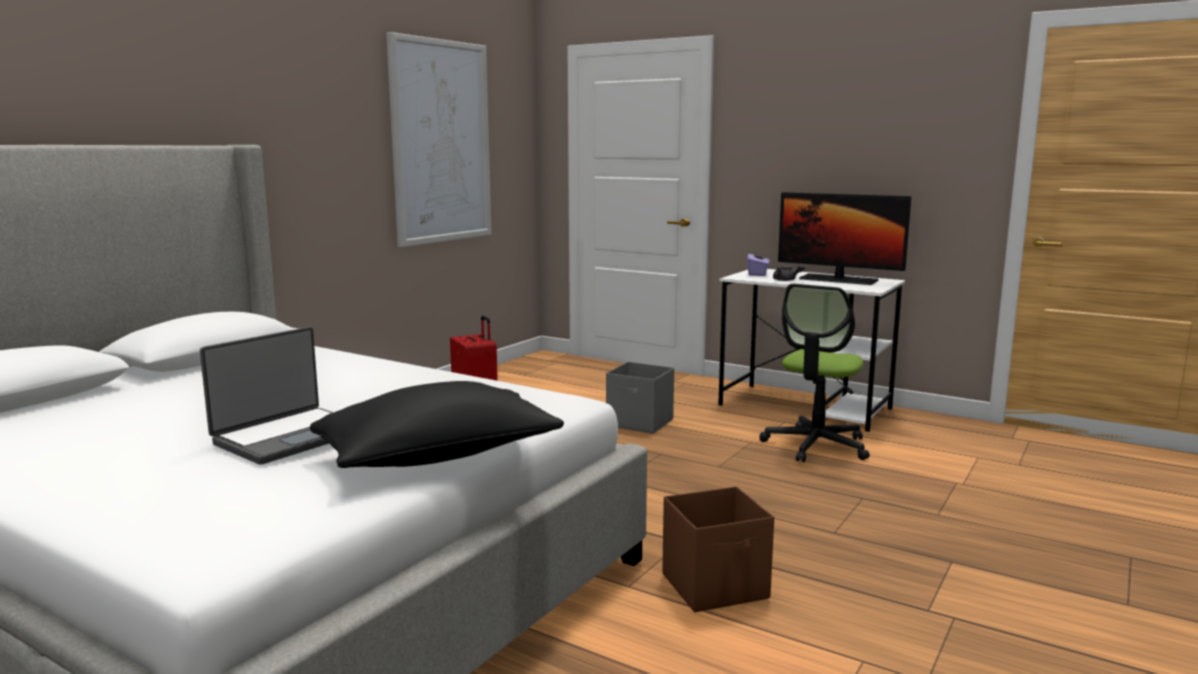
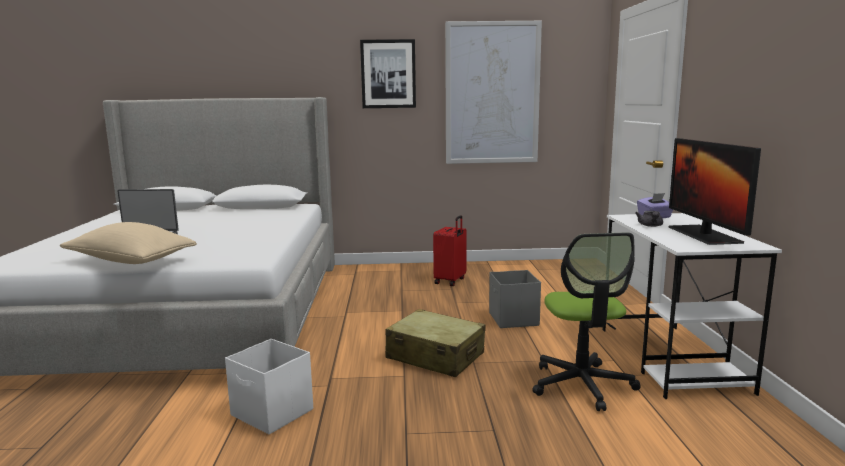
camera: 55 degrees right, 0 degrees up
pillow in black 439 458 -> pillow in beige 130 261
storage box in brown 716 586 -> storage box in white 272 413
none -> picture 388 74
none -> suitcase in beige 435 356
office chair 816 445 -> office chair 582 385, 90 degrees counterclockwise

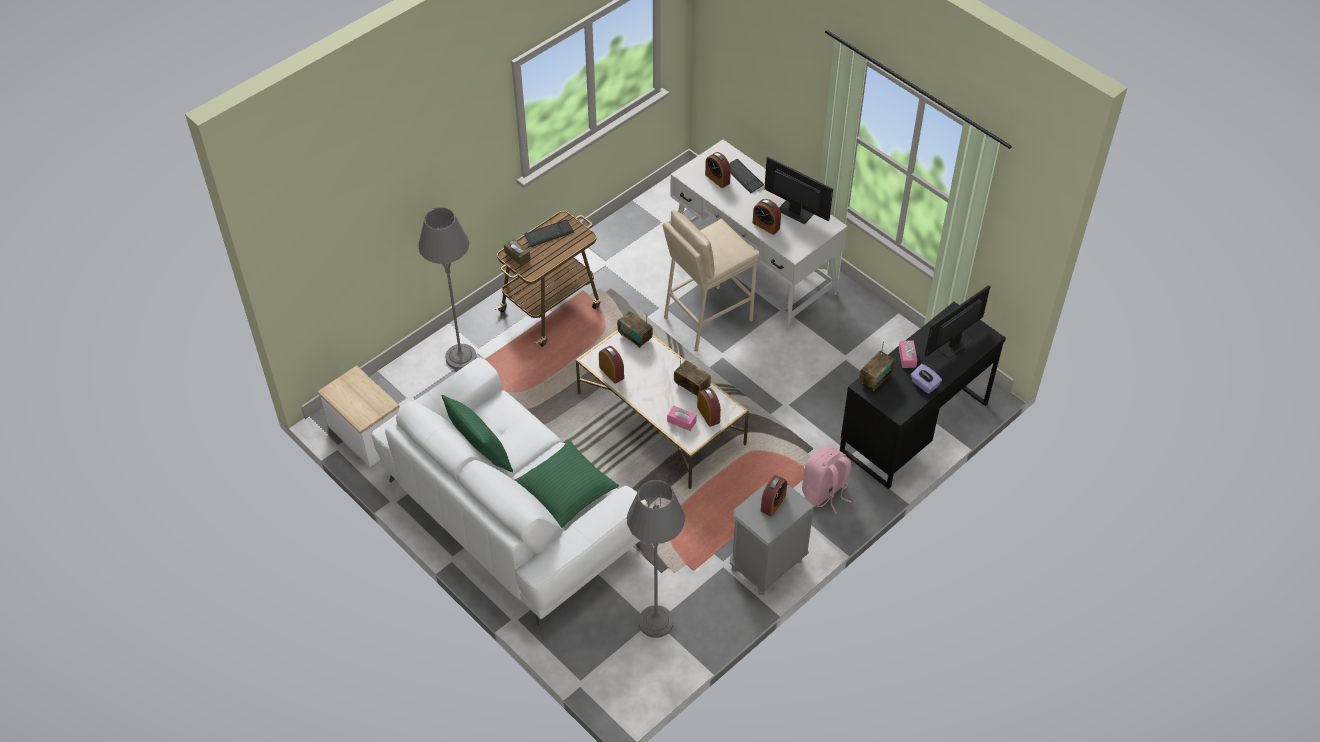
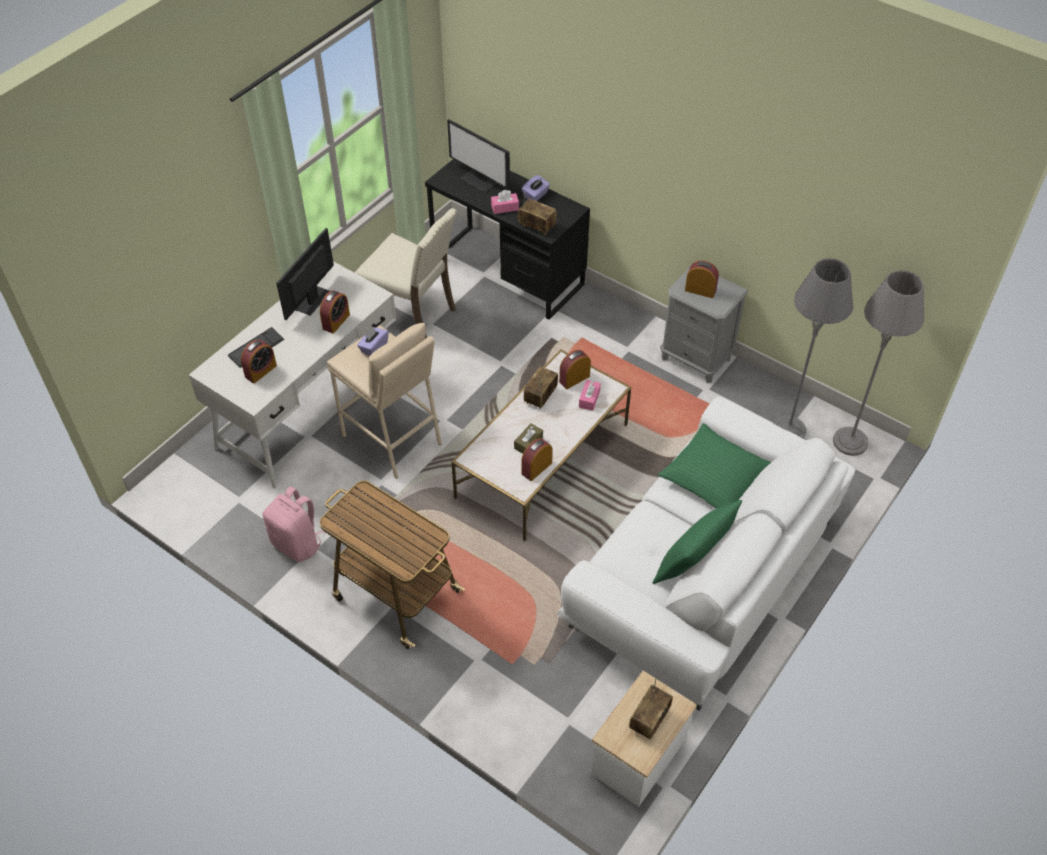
camera: 100 degrees left, 0 degrees up
backpack in pink 825 493 -> backpack in pink 298 543, moved
none -> chair in beige 412 314
none -> tissue box in purple 374 347
tissue box in brown 517 255 -> tissue box in brown 528 443, moved
radio 635 337 -> radio 649 719, moved
floor lamp in grey 460 357 -> floor lamp in grey 850 442, moved
keyboard 549 234 -> none

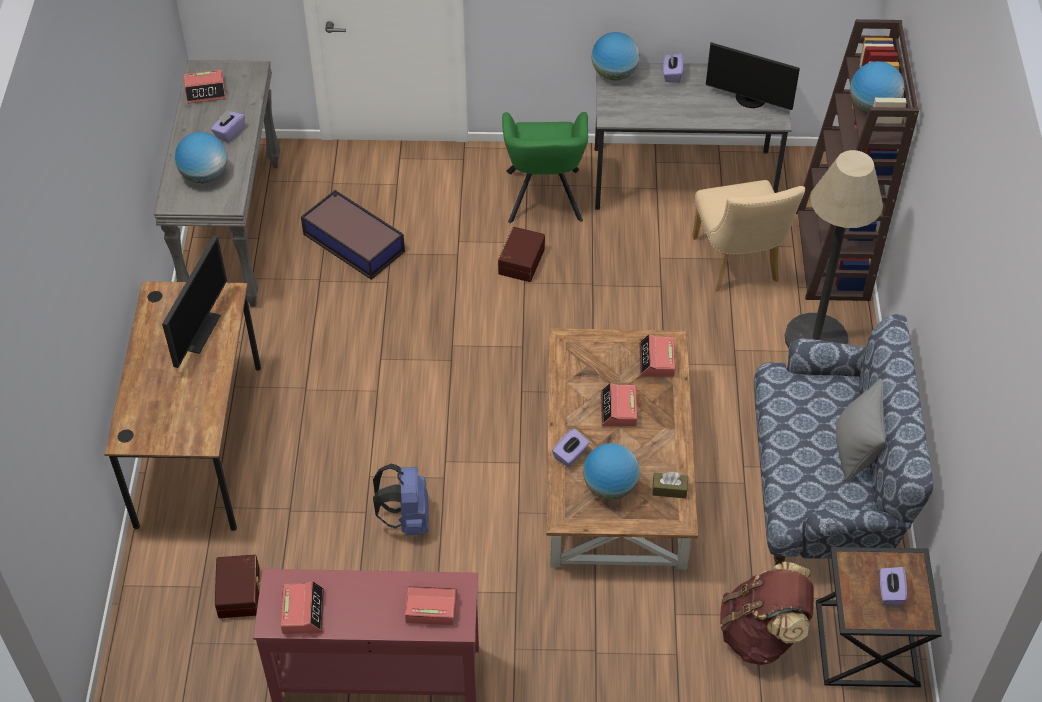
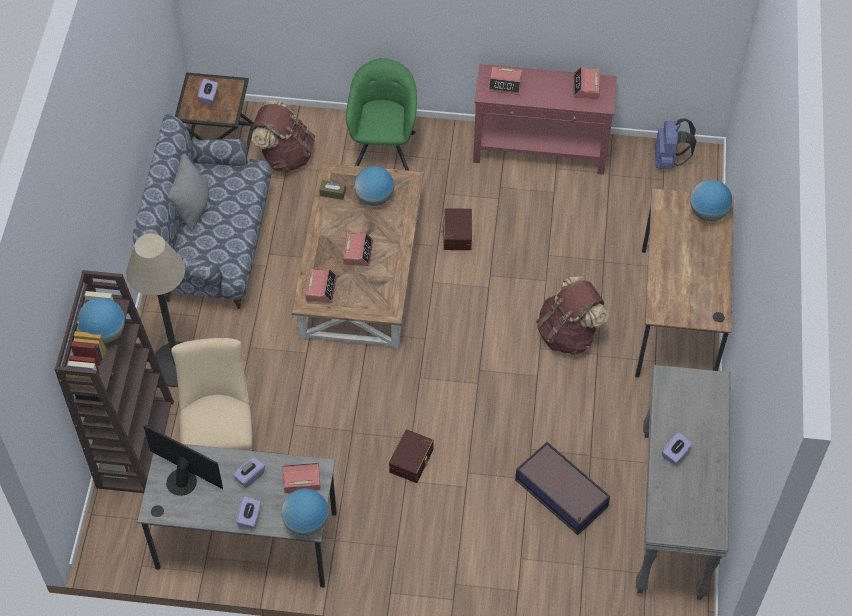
camera: 175 degrees left, 5 degrees up
tissue box in purple 570 455 -> tissue box in purple 249 476, moved
alarm clock 206 91 -> alarm clock 301 479, moved
armchair in green 544 198 -> armchair in green 383 150, moved
storage box in brown 240 592 -> storage box in brown 456 234, moved
none -> backpack in brown 568 334
backpack in blue 407 519 -> backpack in blue 669 160, moved
globe 205 175 -> globe 708 213, moved
monitor 195 330 -> none

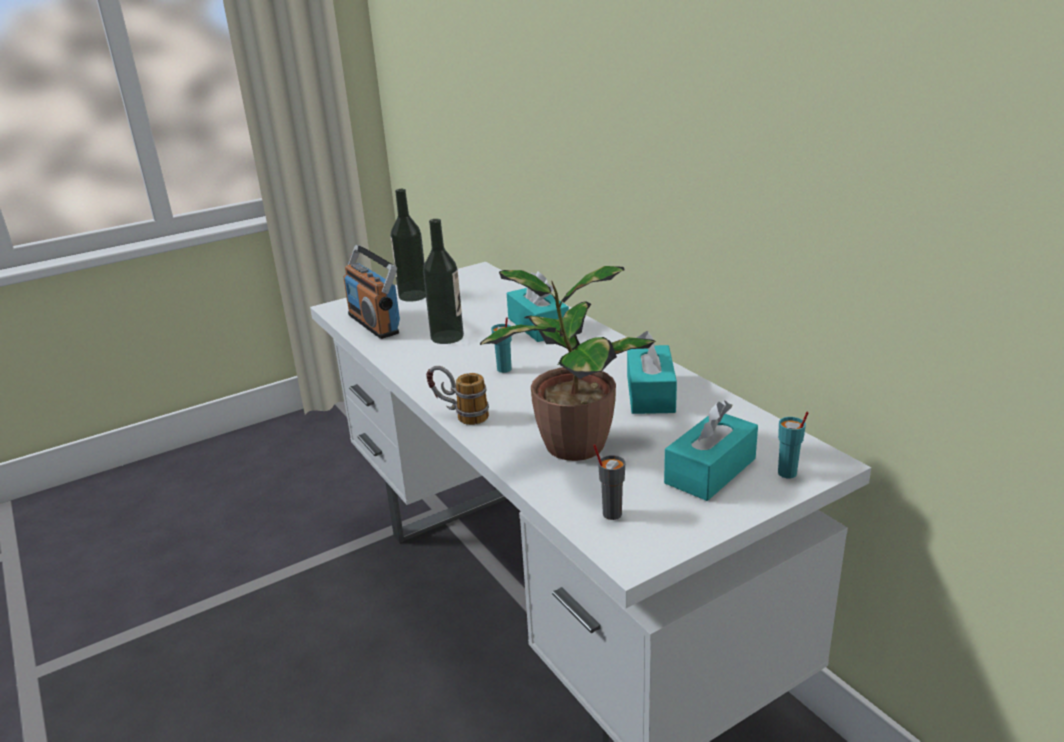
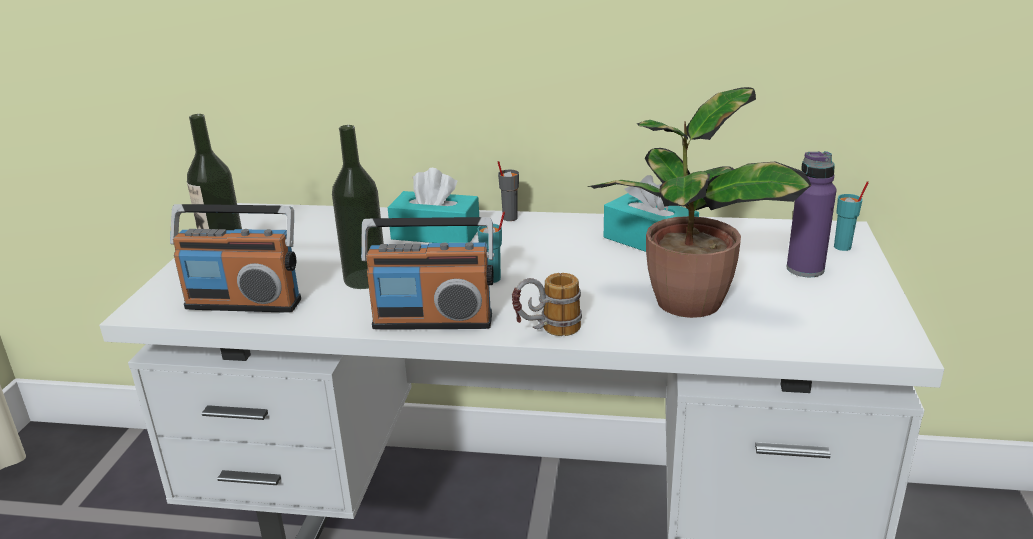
camera: 50 degrees left, 0 degrees up
none -> radio 433 320
cup in grey 611 513 -> cup in grey 509 218, moved
tissue box in turquoise 710 471 -> bottle in purple 805 269

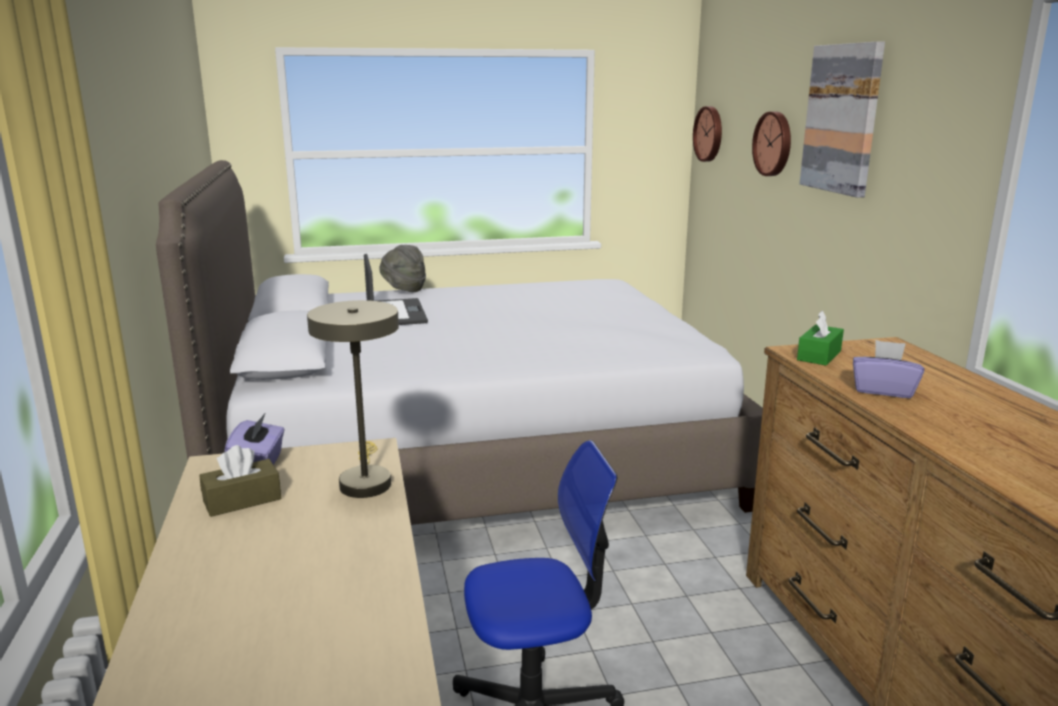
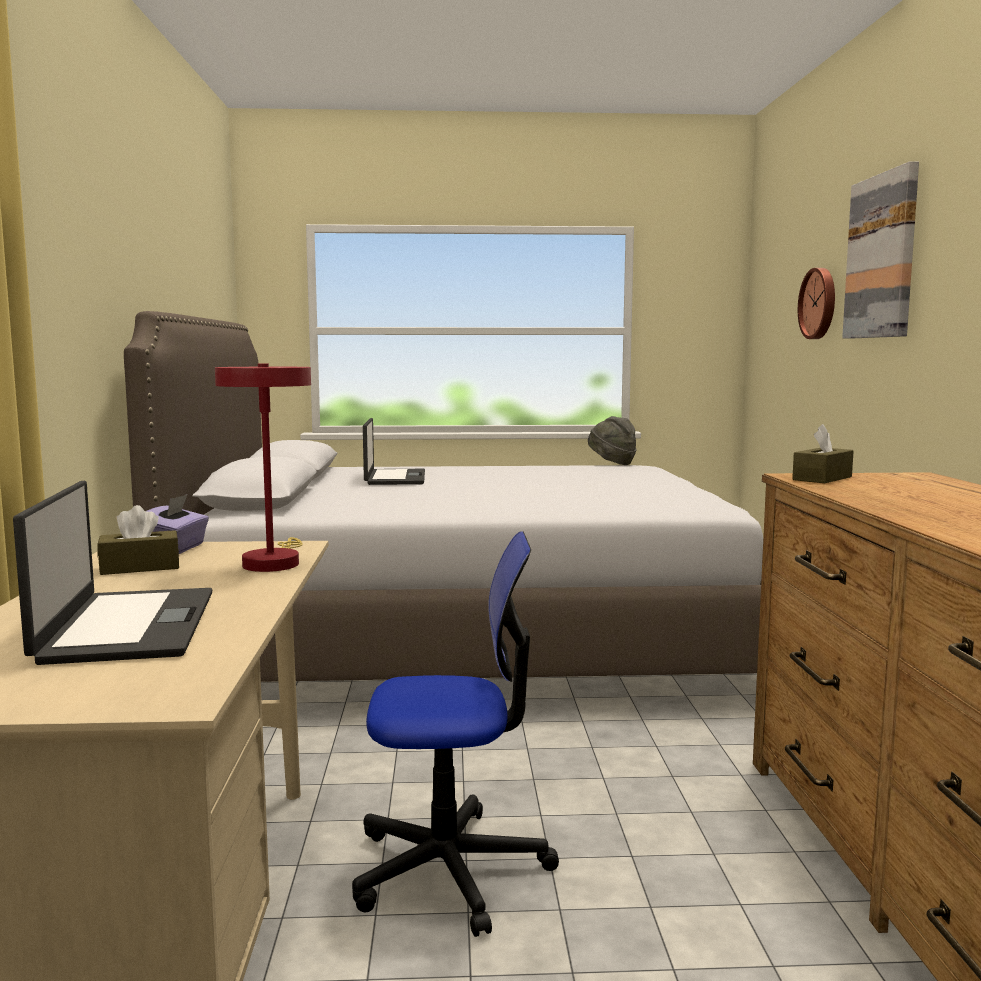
camera: 10 degrees right, 10 degrees down
none -> laptop 126 626
table lamp in beige 365 480 -> table lamp in red 273 562
hat in grey 403 289 -> hat in grey 612 463, moved
tissue box in green 819 355 -> tissue box in brown 822 478
wall clock 709 134 -> none
tissue box in purple 883 390 -> none

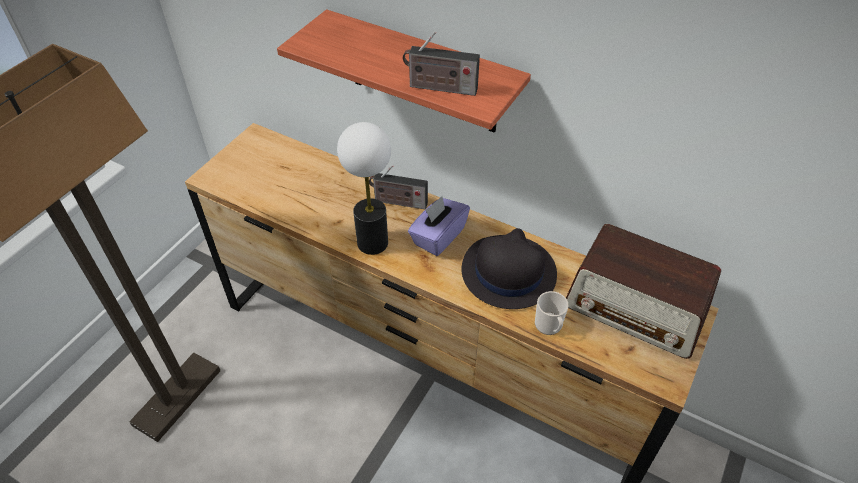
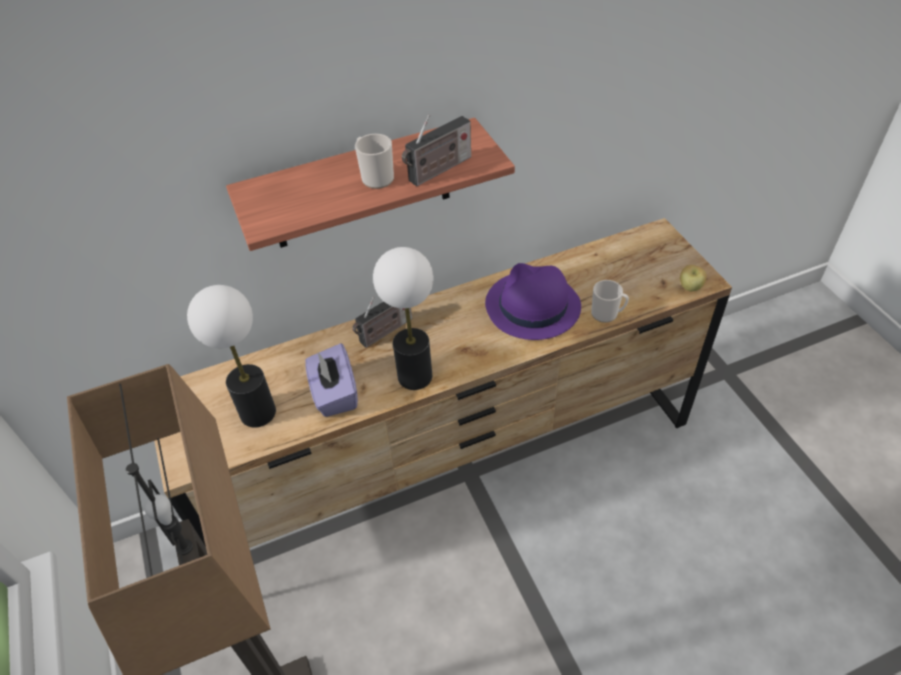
camera: 50 degrees left, 0 degrees up
none -> table lamp 258 413
tissue box in purple 438 237 -> tissue box in purple 334 394, moved
none -> mug 375 177
hat in black 507 272 -> hat in purple 532 306
none -> apple 690 288
radio 636 309 -> none

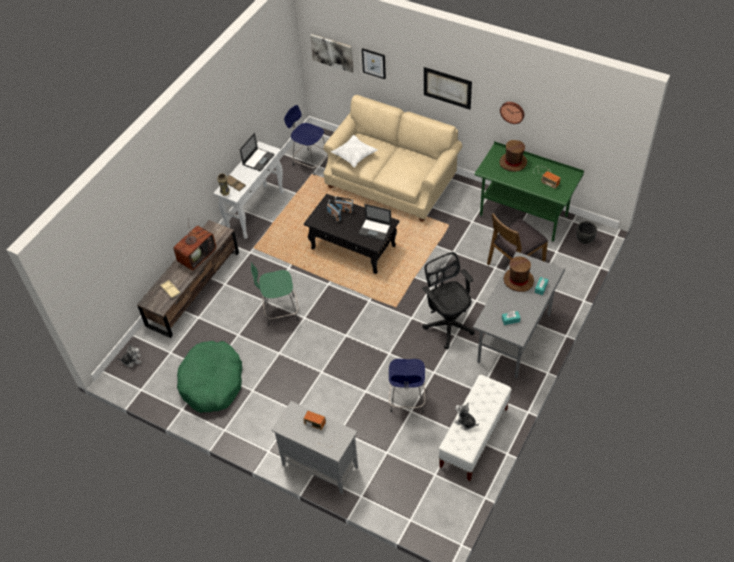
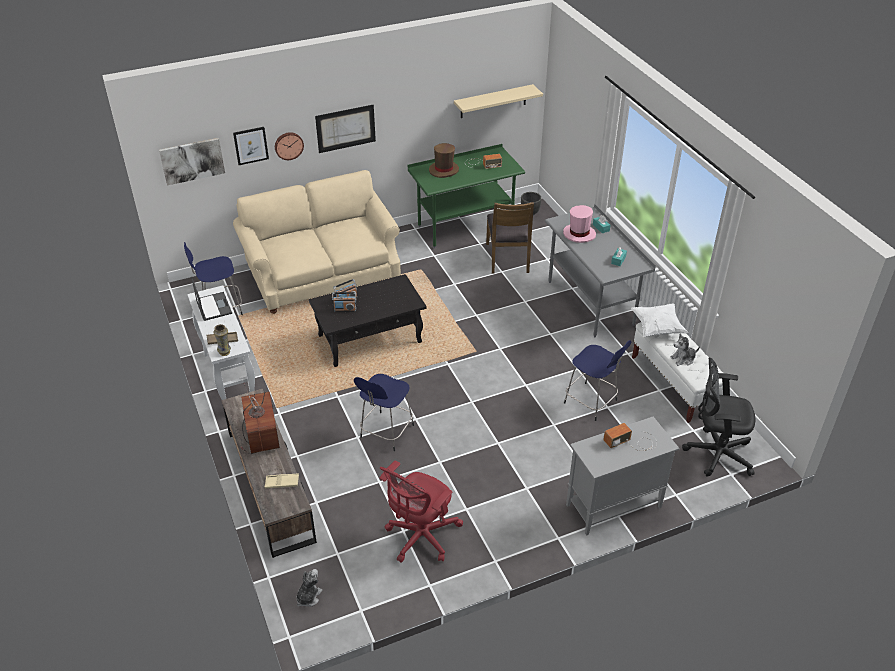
camera: 55 degrees left, 10 degrees down
wall clock 512 112 -> wall clock 288 145, moved
stool in green 279 311 -> stool in blue 386 432
dog bed in green 212 382 -> office chair in red 420 538
none -> shelf in beige 493 101
hat in brown 518 280 -> hat in pink 579 234
pillow in white 354 156 -> pillow in white 657 328, moved
office chair in black 448 324 -> office chair in black 715 453, moved
laptop 375 229 -> none

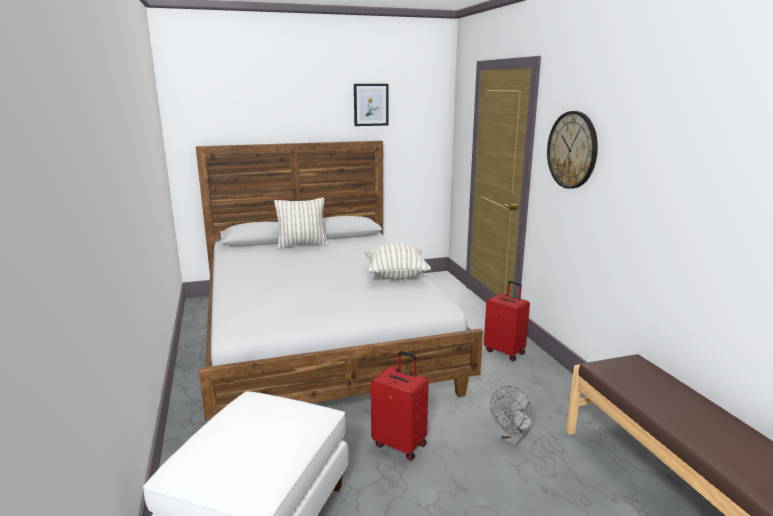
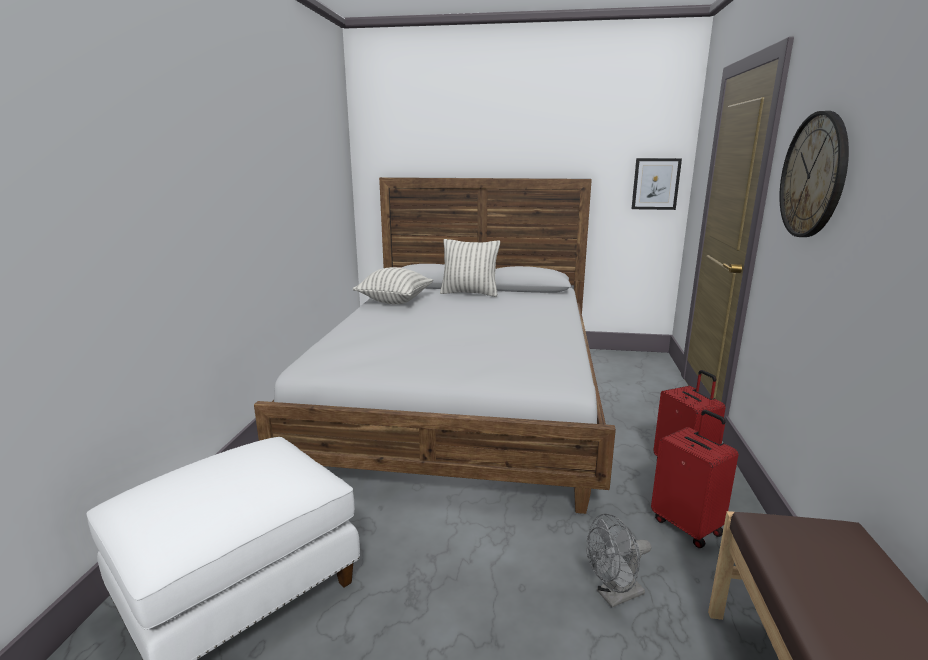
camera: 25 degrees right, 0 degrees up
pillow 396 276 -> pillow 395 301, moved
picture 371 104 -> picture 655 184, moved
suitcase in red 400 444 -> suitcase in red 687 526, moved

